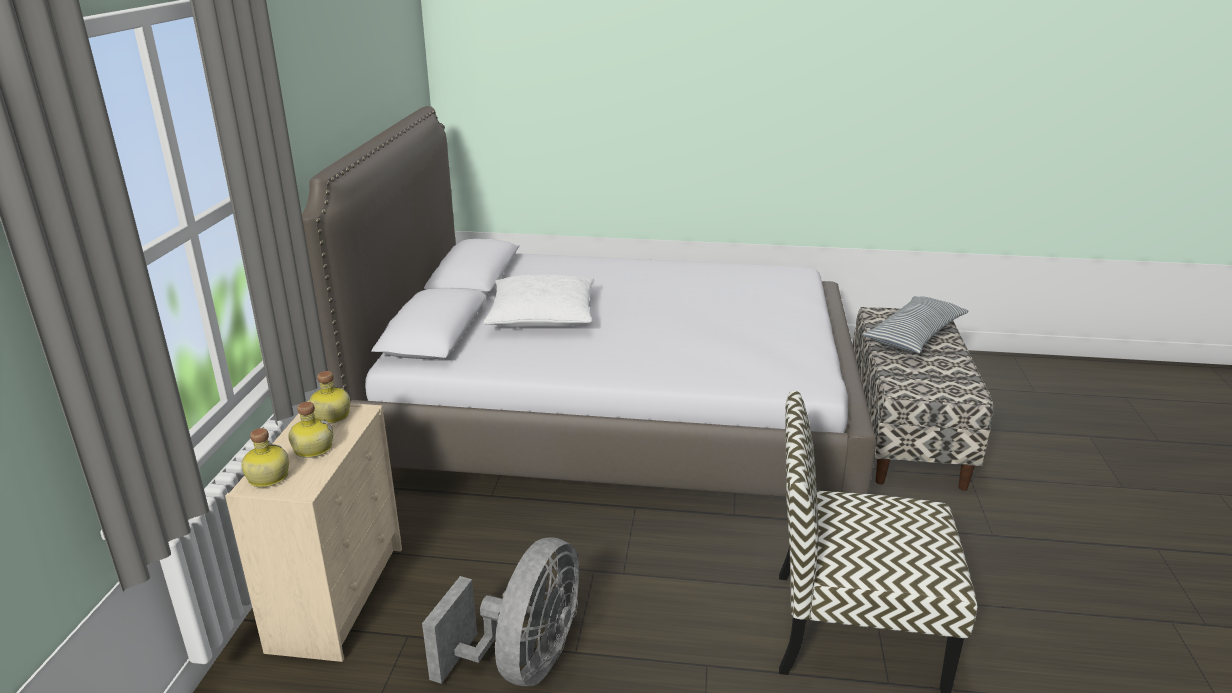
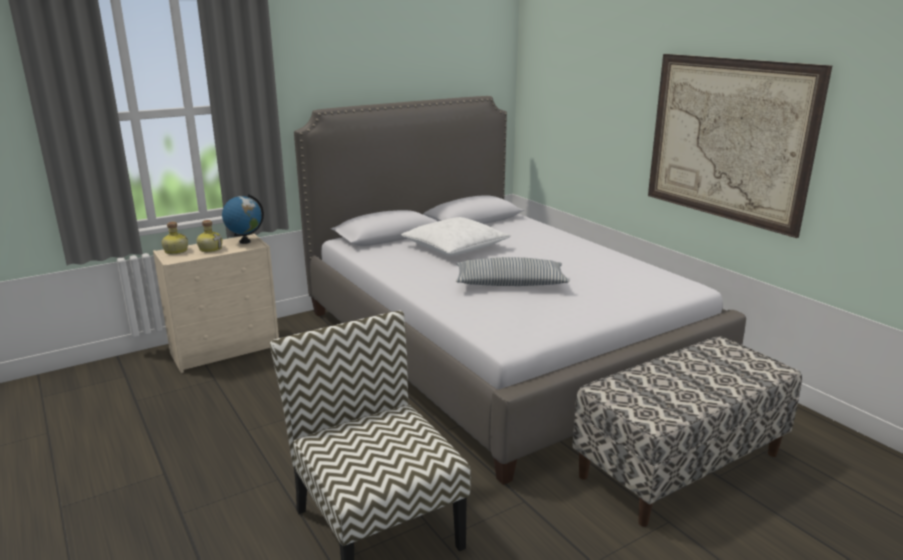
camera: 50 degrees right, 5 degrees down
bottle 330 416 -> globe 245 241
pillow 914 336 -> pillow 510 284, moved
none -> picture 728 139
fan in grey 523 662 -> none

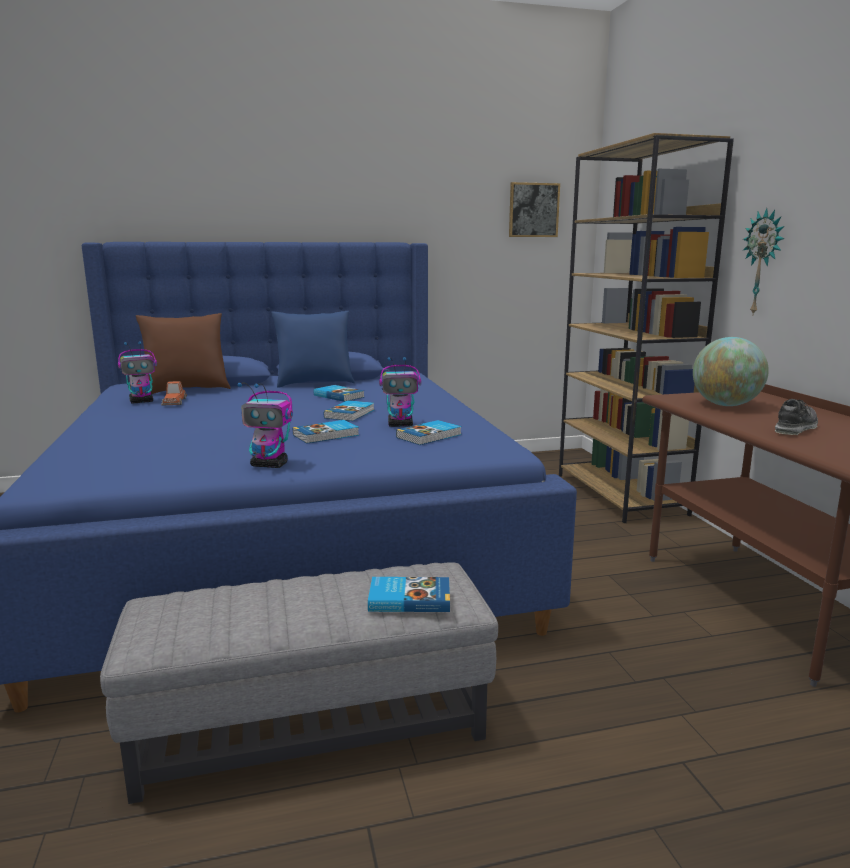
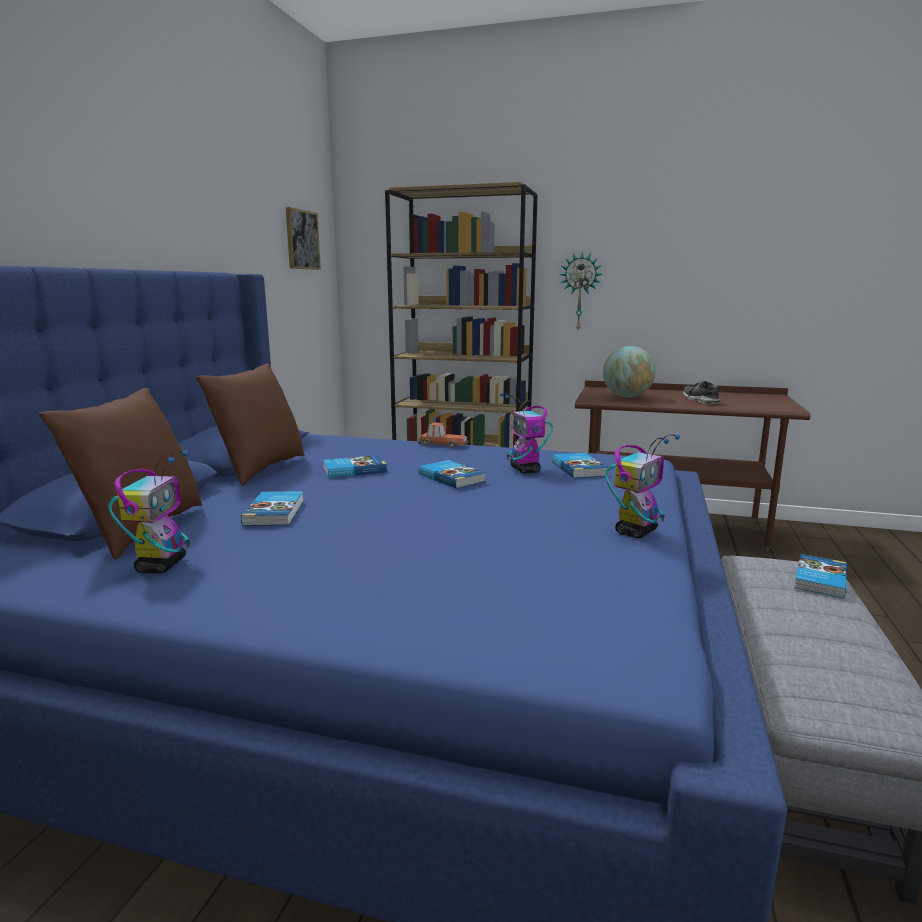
camera: 60 degrees left, 0 degrees up
pillow in blue 314 383 -> pillow in brown 259 469
book 327 435 -> book 276 512, moved
toy car 174 402 -> toy car 442 444, moved
toy robot 401 425 -> toy robot 525 470, 135 degrees clockwise

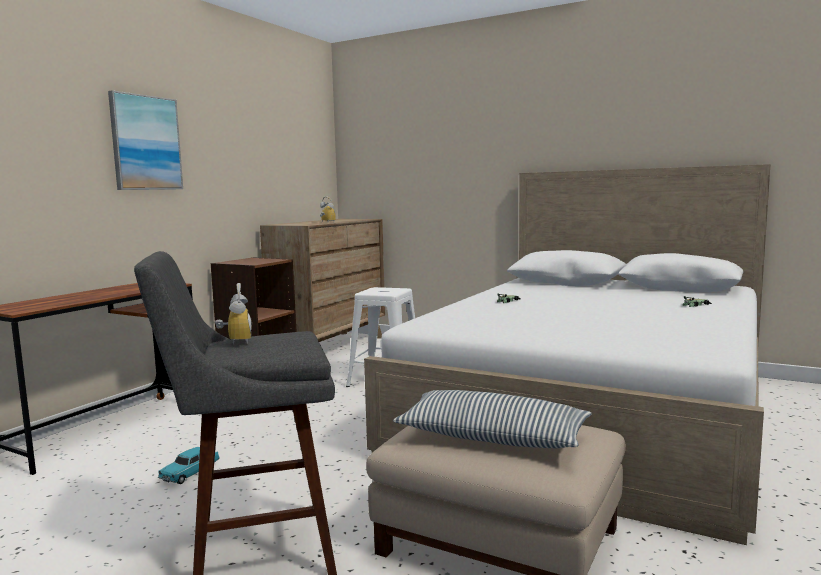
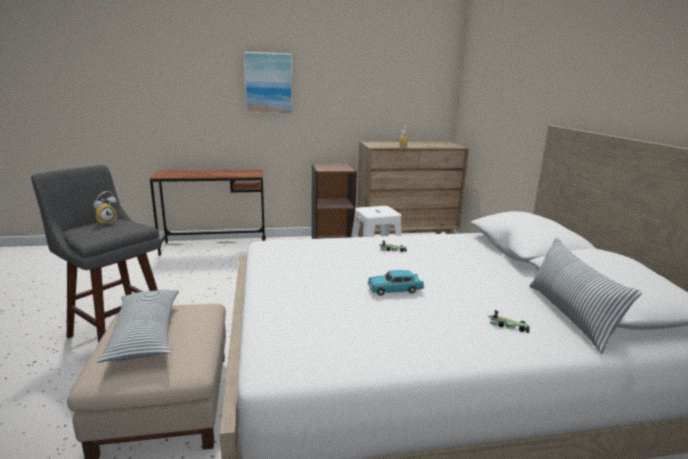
camera: 50 degrees right, 10 degrees up
toy car in turquoise 190 473 -> toy car in turquoise 395 290, moved
none -> pillow 570 315

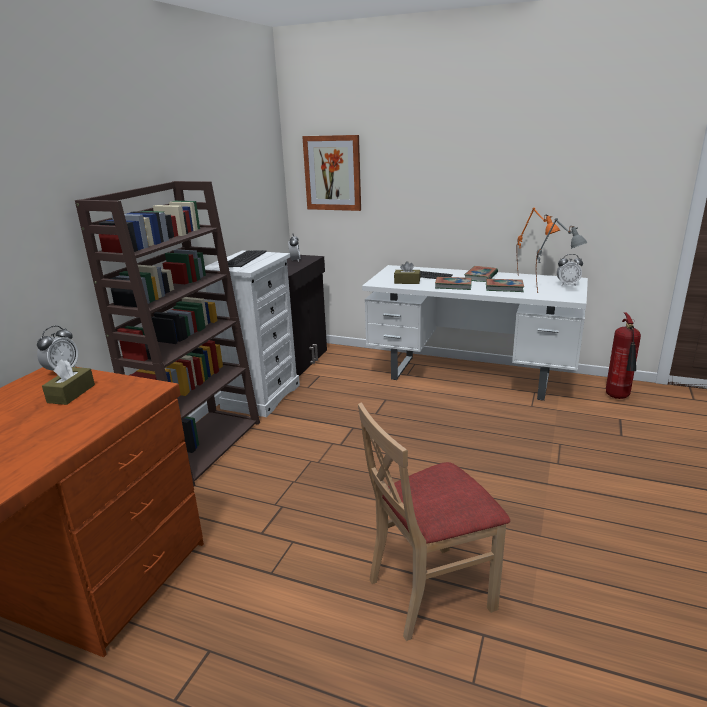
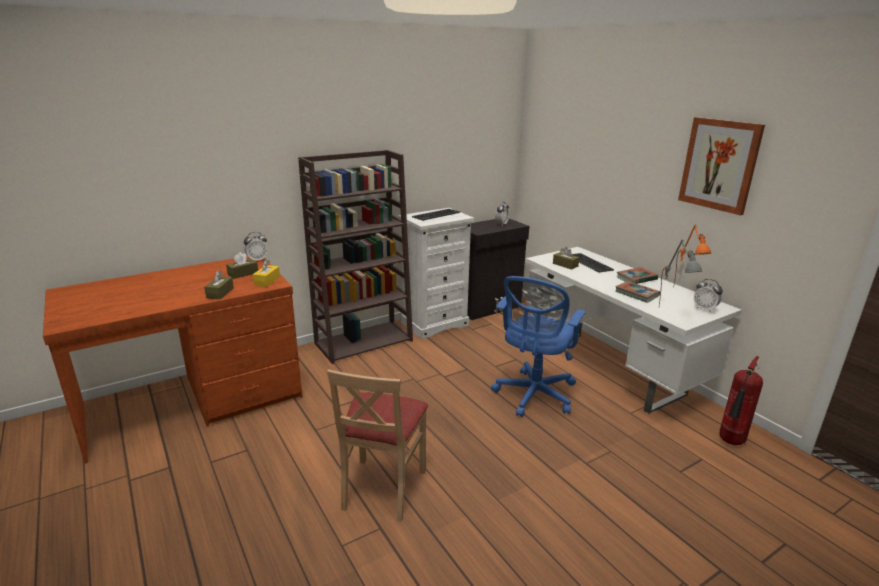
camera: 35 degrees right, 0 degrees up
none -> tissue box in brown 220 293
none -> tissue box in yellow 267 281
chair in beige 430 591 -> chair in beige 382 488, 90 degrees counterclockwise
none -> office chair in blue 533 396
picture 332 173 -> picture 719 165, moved
book 453 286 -> none

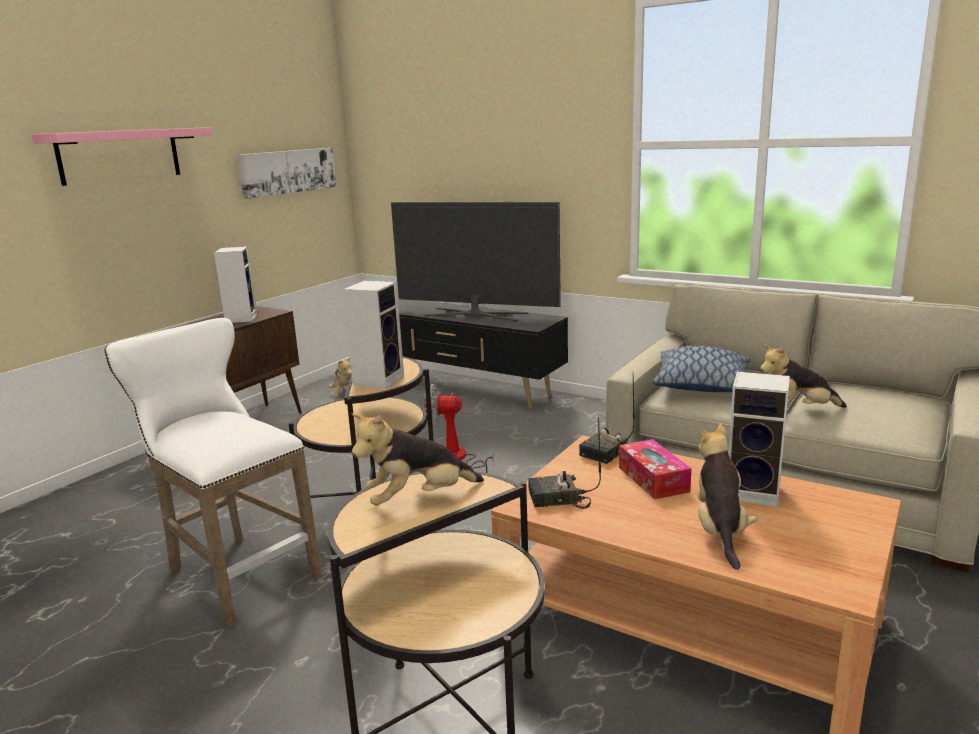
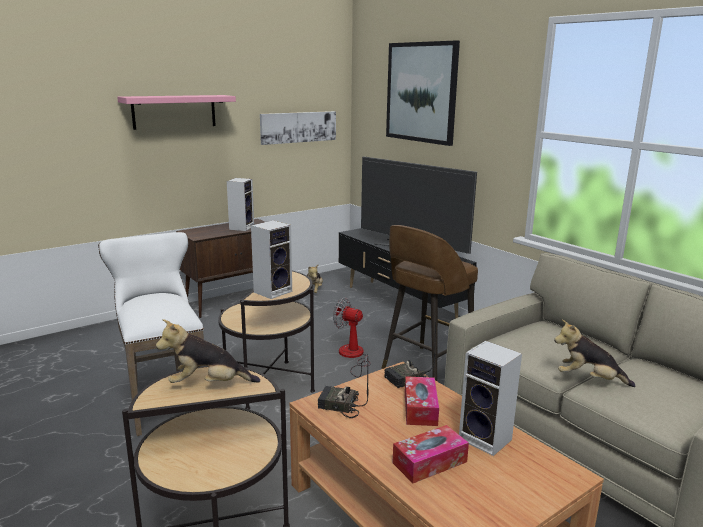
camera: 20 degrees right, 0 degrees up
none -> stool in brown 425 369
none -> picture 421 92
plush toy 720 531 -> tissue box 429 462
pillow 703 385 -> none

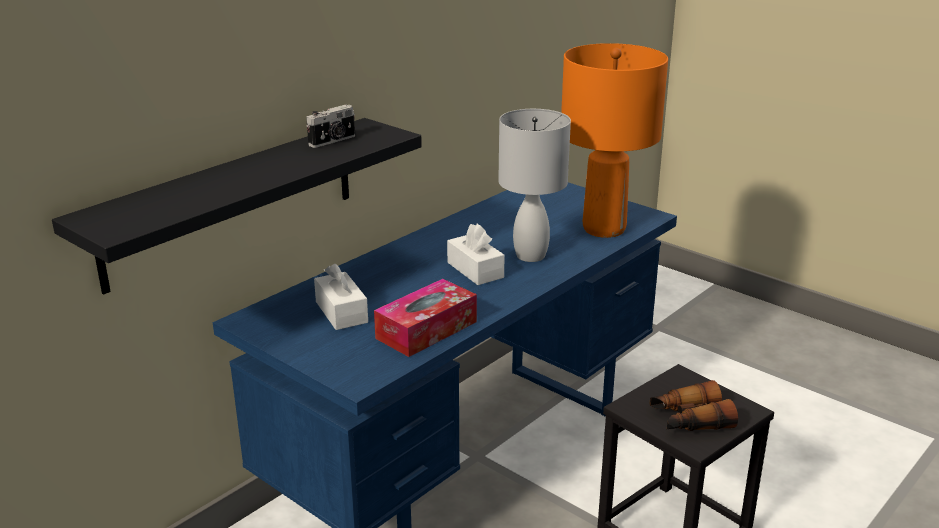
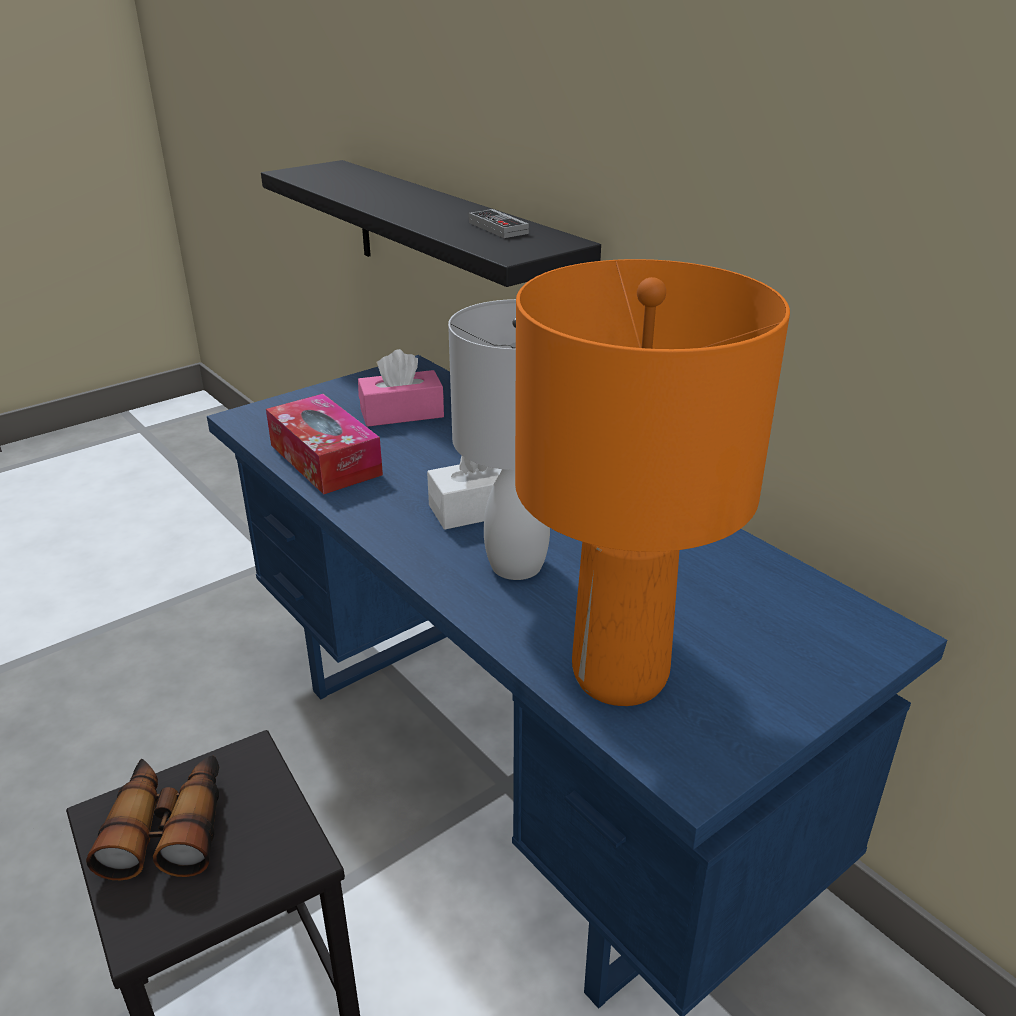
camera: 100 degrees right, 5 degrees up
tissue box in white 341 312 -> tissue box in pink 402 413
photo camera 333 141 -> game controller 498 228

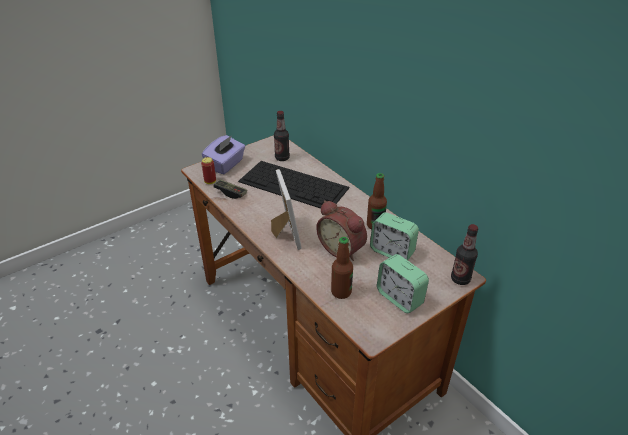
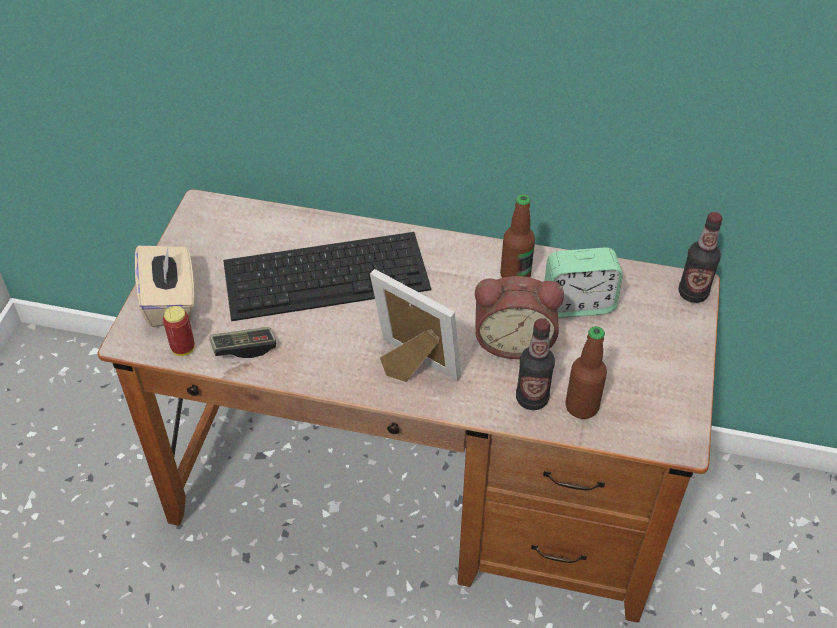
camera: 40 degrees left, 10 degrees up
tissue box in purple 226 165 -> tissue box in beige 171 301
bottle 282 158 -> bottle 532 399, moved
alarm clock 399 298 -> none

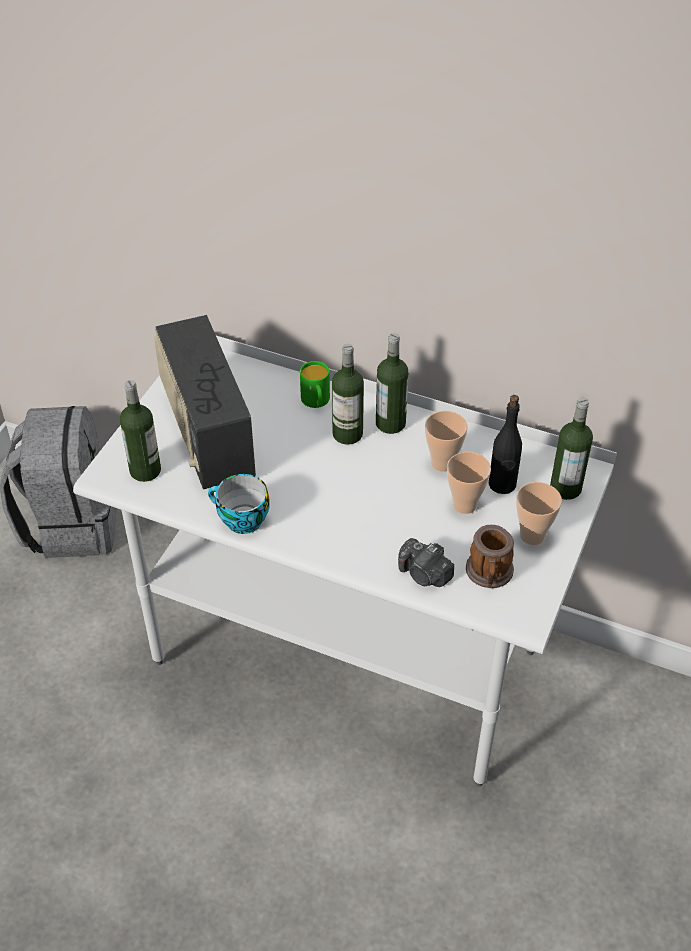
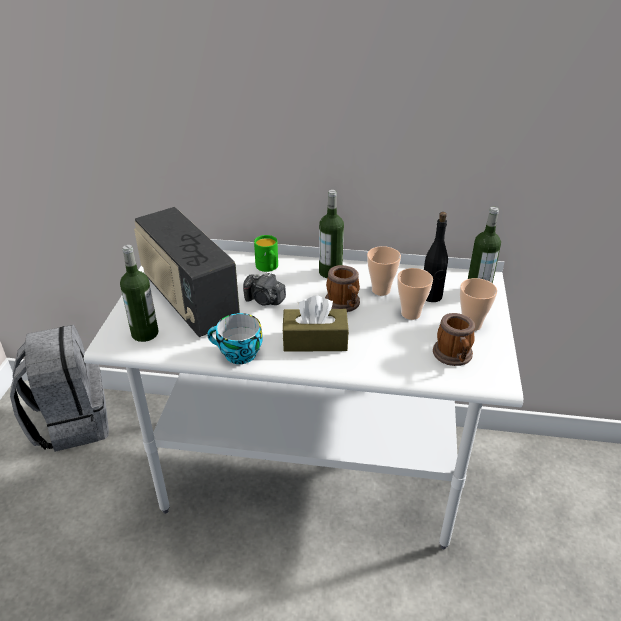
camera: 15 degrees left, 10 degrees down
photo camera 424 574 -> photo camera 264 300, moved
none -> tissue box in brown 315 340
none -> mug 344 304
bottle 347 434 -> none

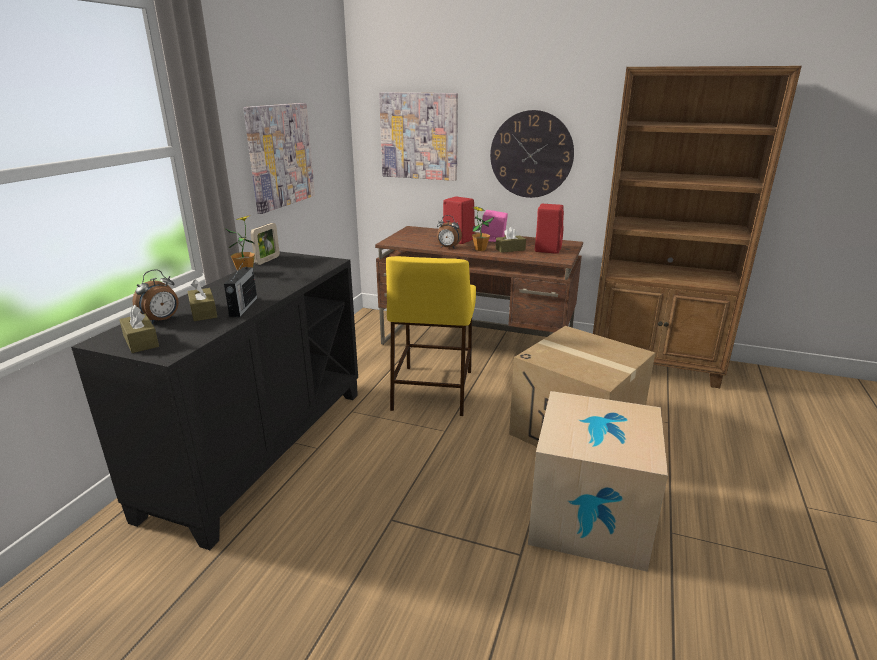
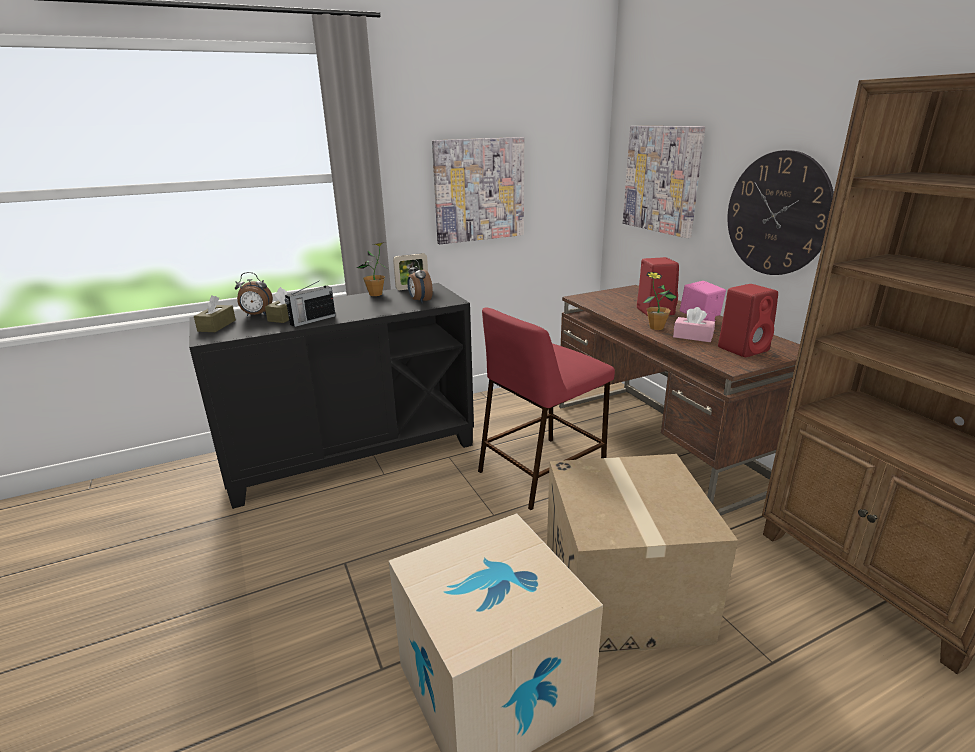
camera: 45 degrees right, 0 degrees up
alarm clock 448 247 -> alarm clock 420 301, moved
stool in yellow 432 389 -> stool in red 542 470
tissue box in brown 510 249 -> tissue box in pink 692 336

